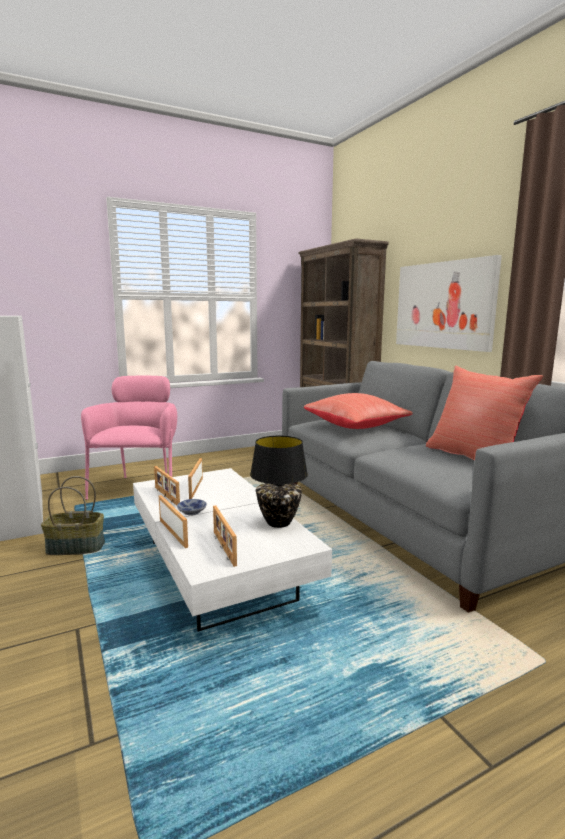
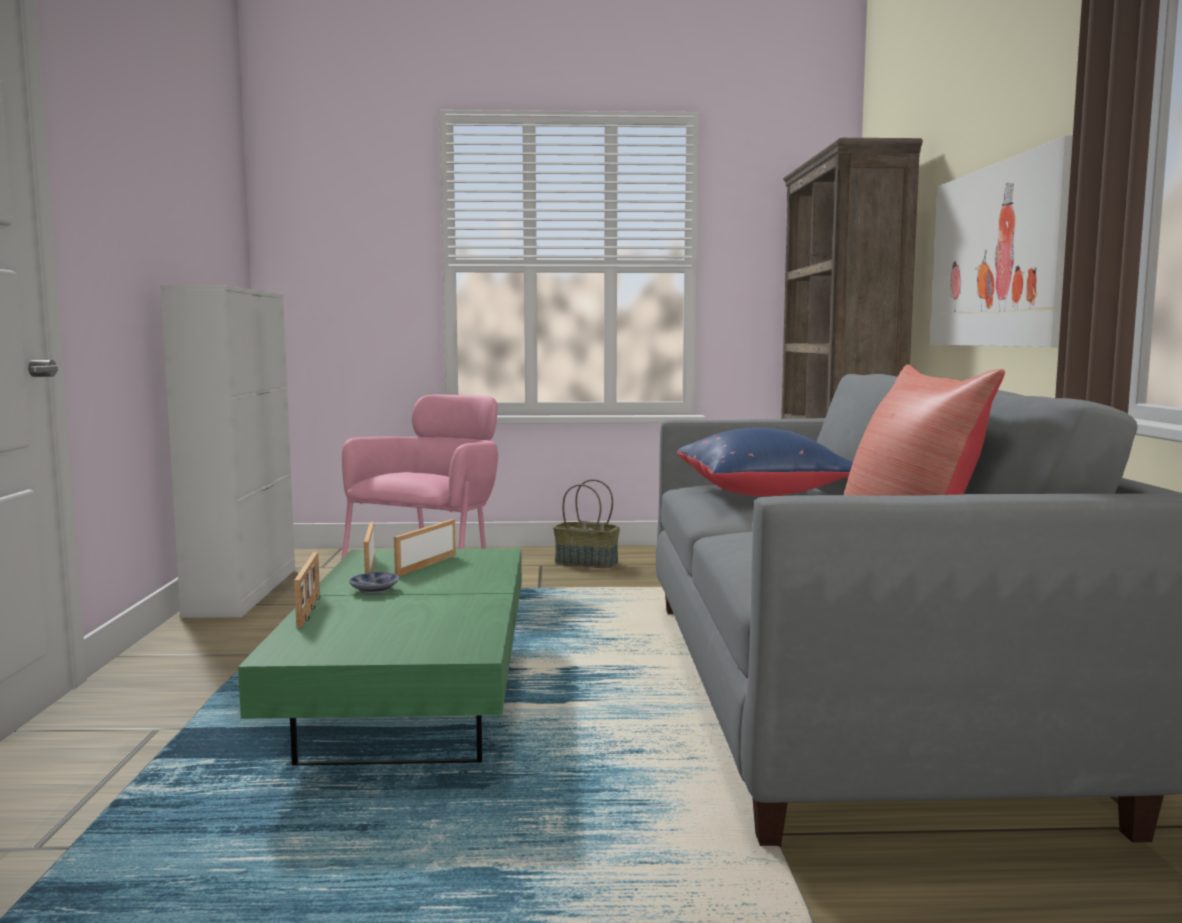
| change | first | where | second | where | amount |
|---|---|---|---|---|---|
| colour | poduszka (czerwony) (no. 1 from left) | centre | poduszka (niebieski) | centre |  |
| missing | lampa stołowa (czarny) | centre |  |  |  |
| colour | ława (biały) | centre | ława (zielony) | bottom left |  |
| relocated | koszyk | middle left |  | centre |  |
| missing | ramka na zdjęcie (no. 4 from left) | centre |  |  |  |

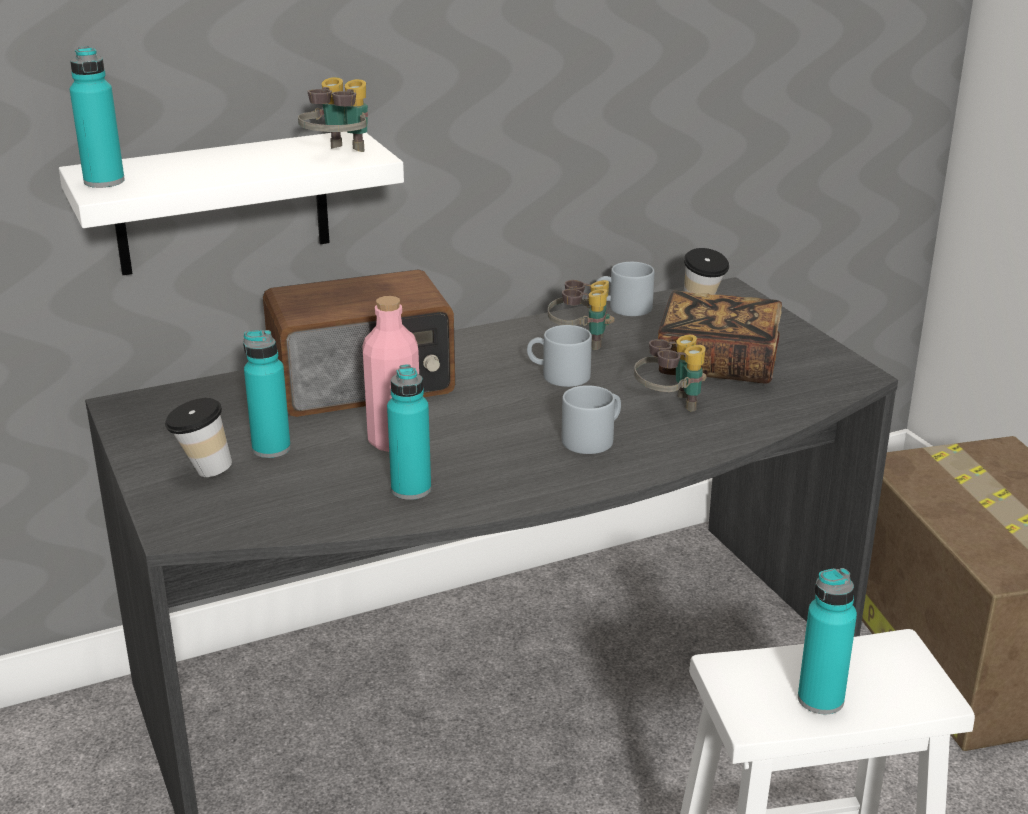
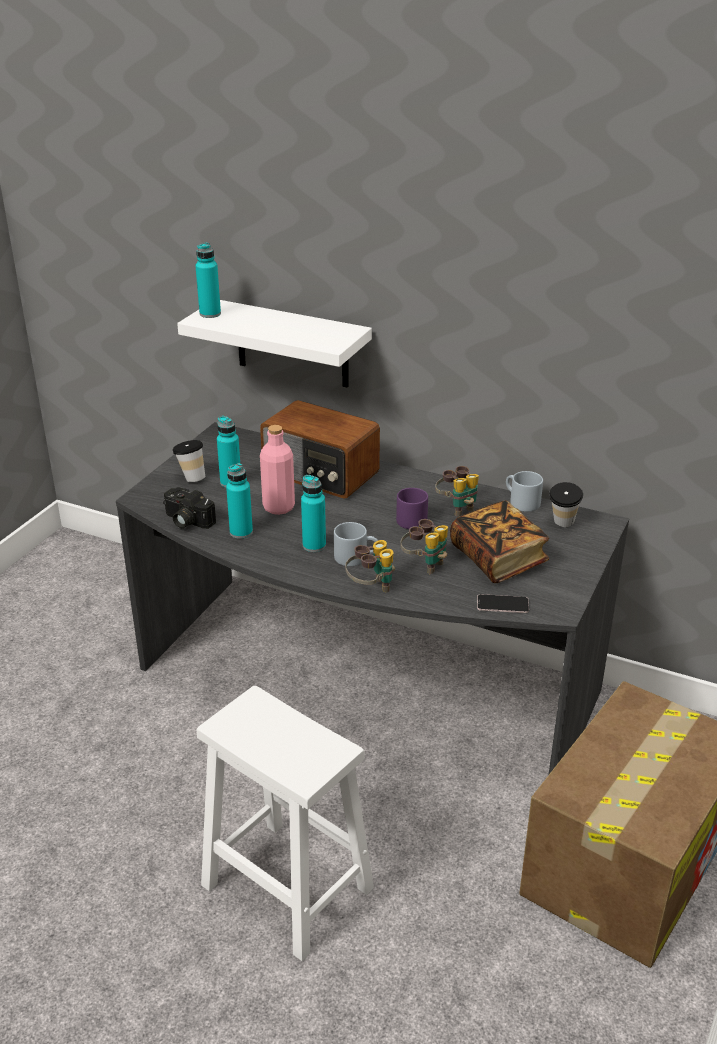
| change | first | where | second | where | amount |
|---|---|---|---|---|---|
| relocated | lornetka (no. 1 from left) | top left |  | centre |  |
| colour | kubek (szary) (no. 1 from left) | centre | kubek (fioletowy) | centre |  |
| relocated | butelka (turkusowy) (no. 4 from left) | bottom right |  | centre |  |
| appeared |  |  | aparat fotograficzny | middle left |  |
| appeared |  |  | telefon | middle right |  |

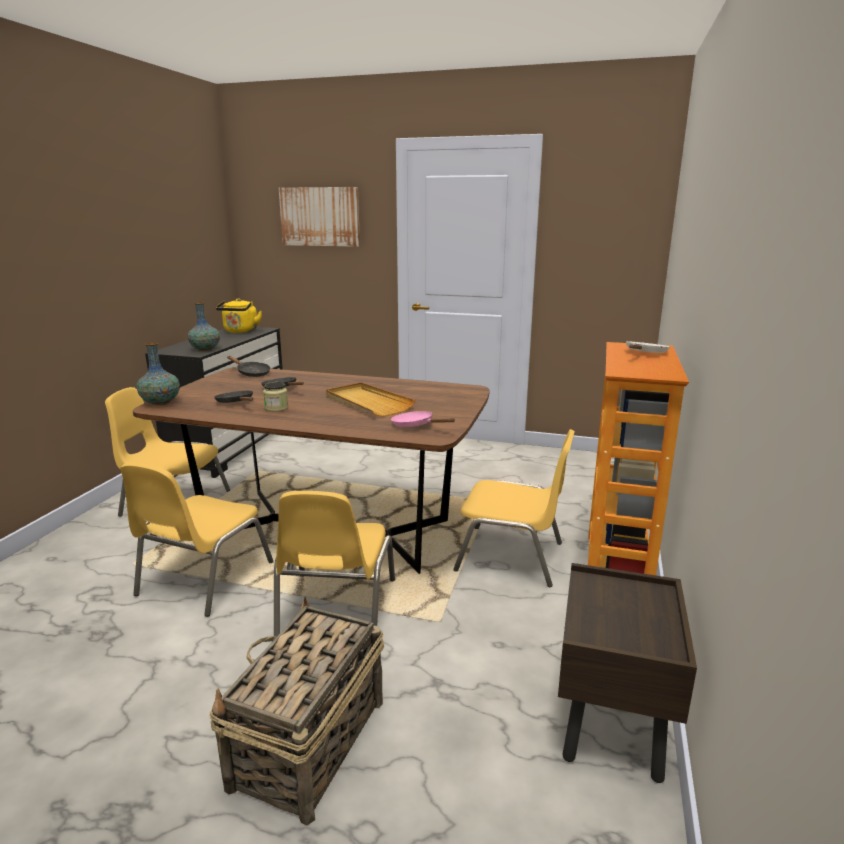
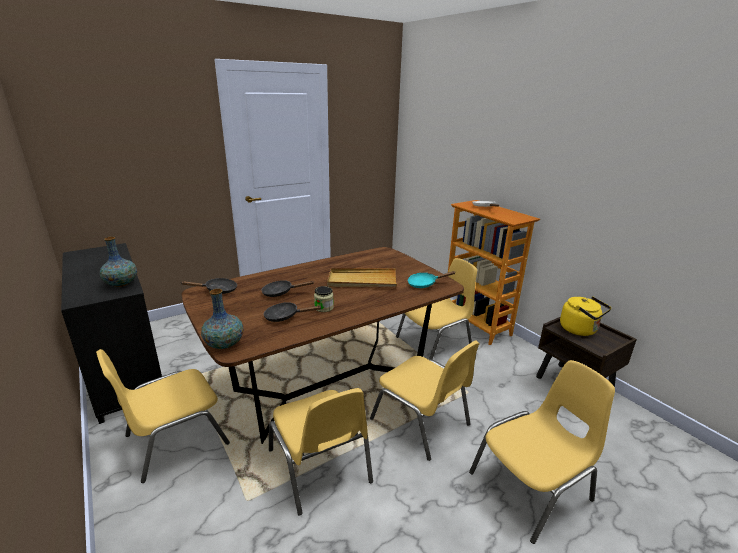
| change | first | where | second | where | amount |
|---|---|---|---|---|---|
| missing | obraz | top centre |  |  |  |
| relocated | czajnik (żółty) | middle left |  | middle right |  |
| colour | patelnia (różowy) | centre | patelnia (turkusowy) | centre |  |
| exchanged | koszyk | bottom centre | krzesło (żółty) (no. 5 from left) | bottom right |  |

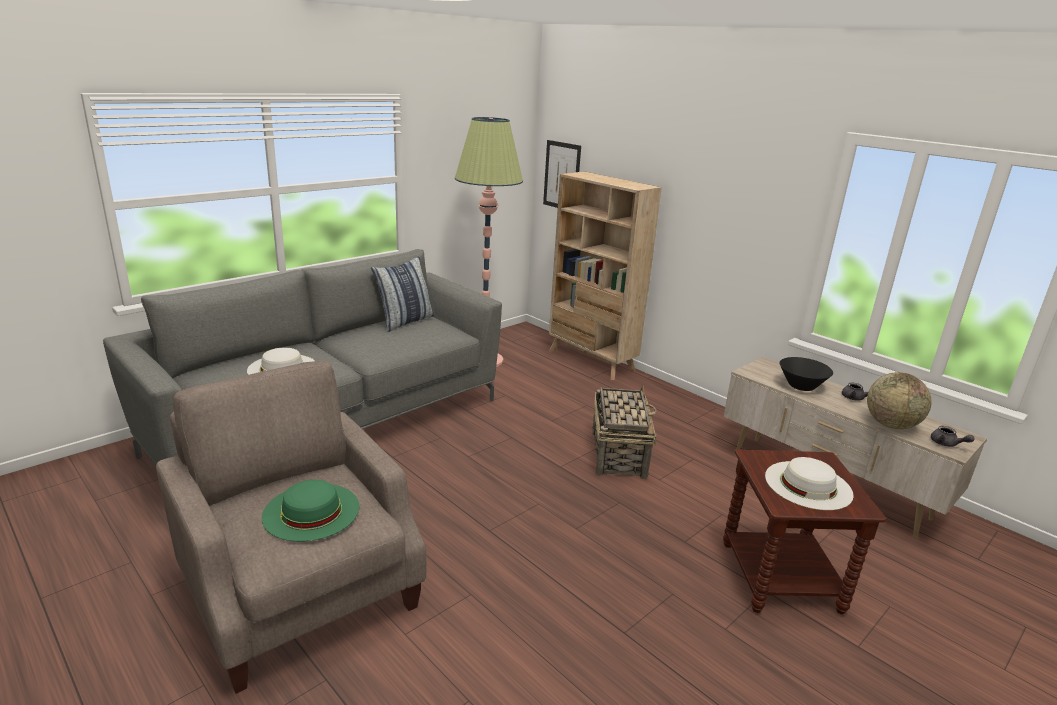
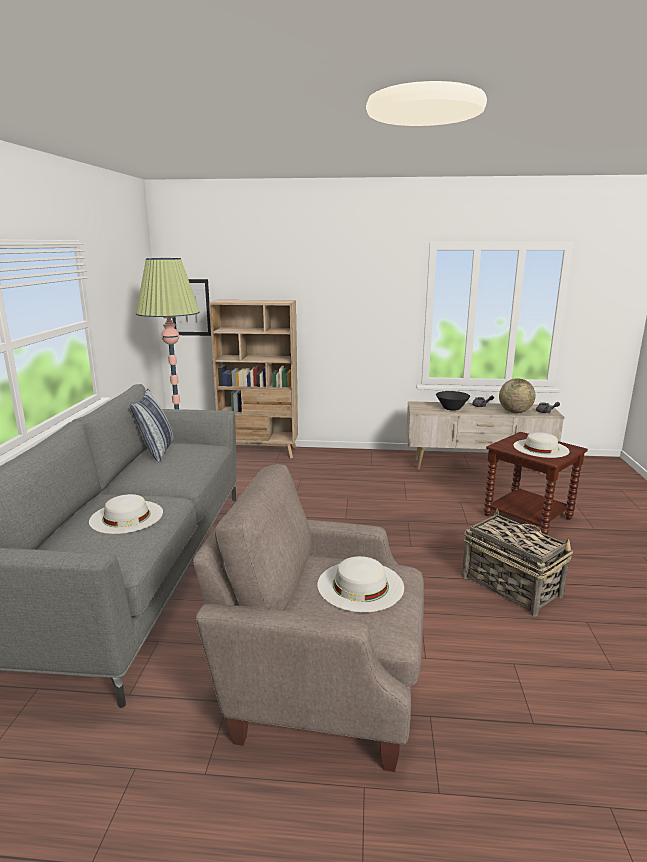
| change | first | where | second | where | amount |
|---|---|---|---|---|---|
| relocated | koszyk | centre |  | middle right |  |
| colour | kapelusz (zielony) | bottom left | kapelusz (biały) (no. 2 from left) | bottom centre |  |

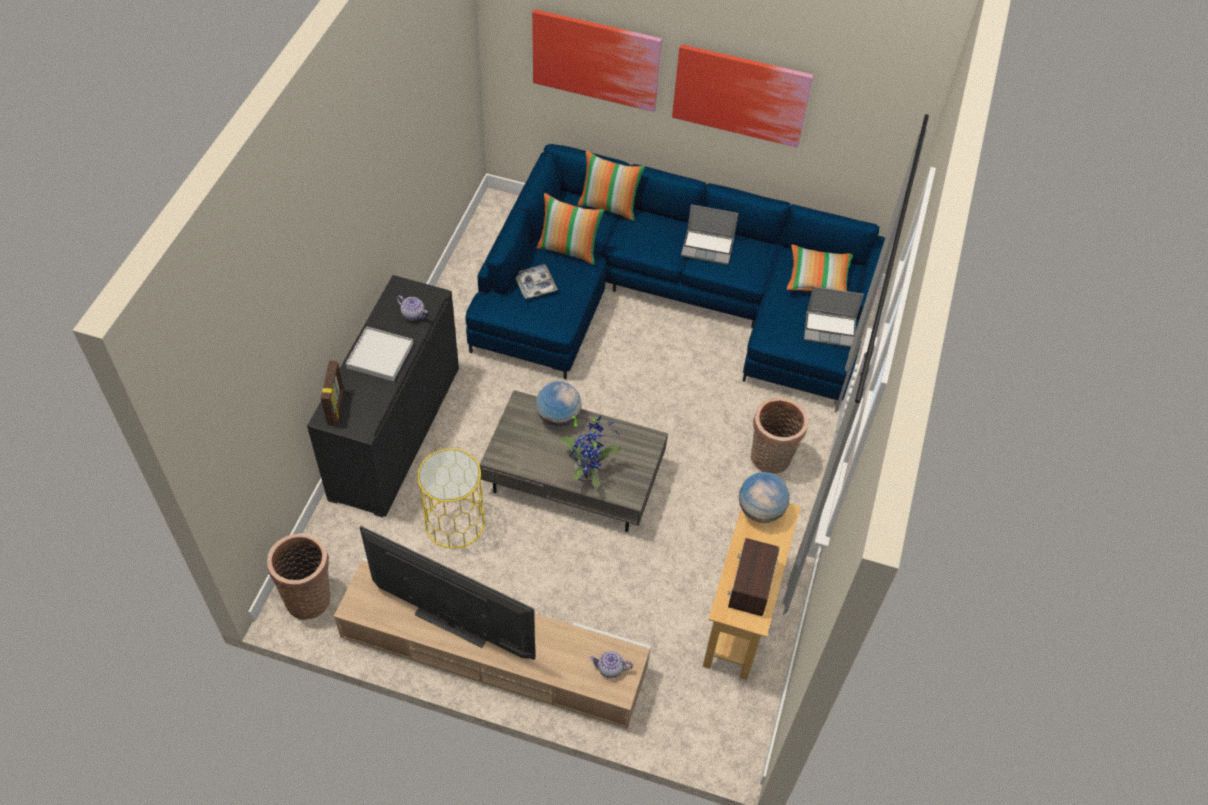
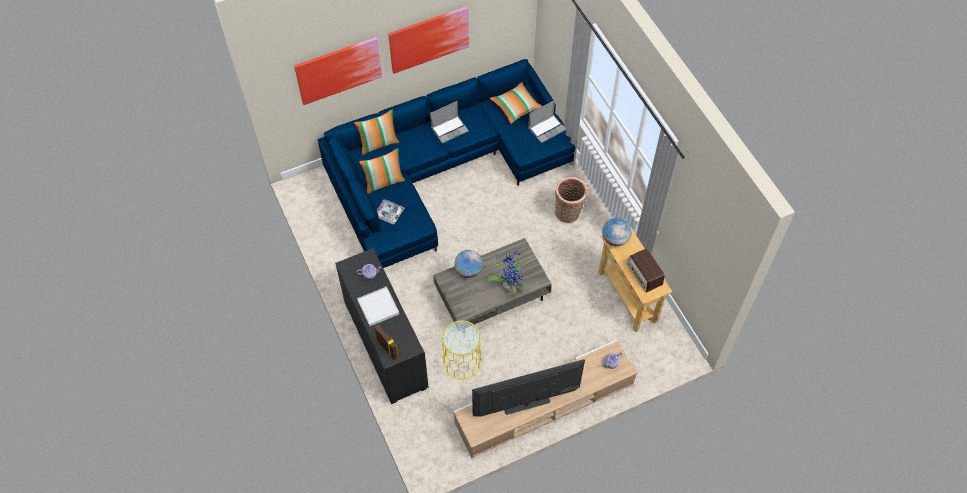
| change | first | where | second | where | amount |
|---|---|---|---|---|---|
| missing | koszyk (no. 1 from left) | bottom left |  |  |  |

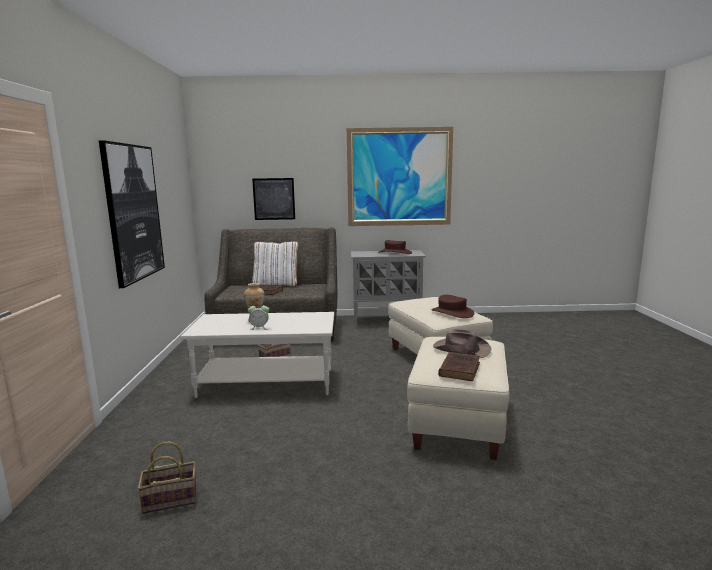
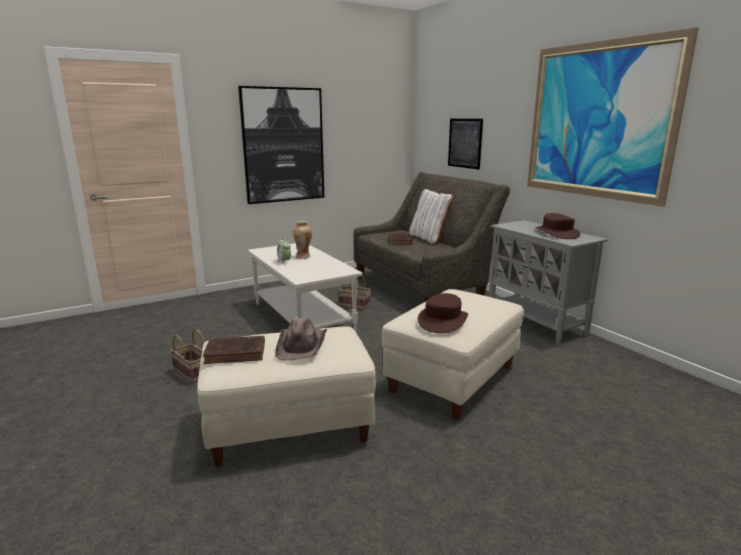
| change | first | where | second | where | amount |
|---|---|---|---|---|---|
| relocated | koszyk (no. 1 from left) | bottom left |  | middle left |  |

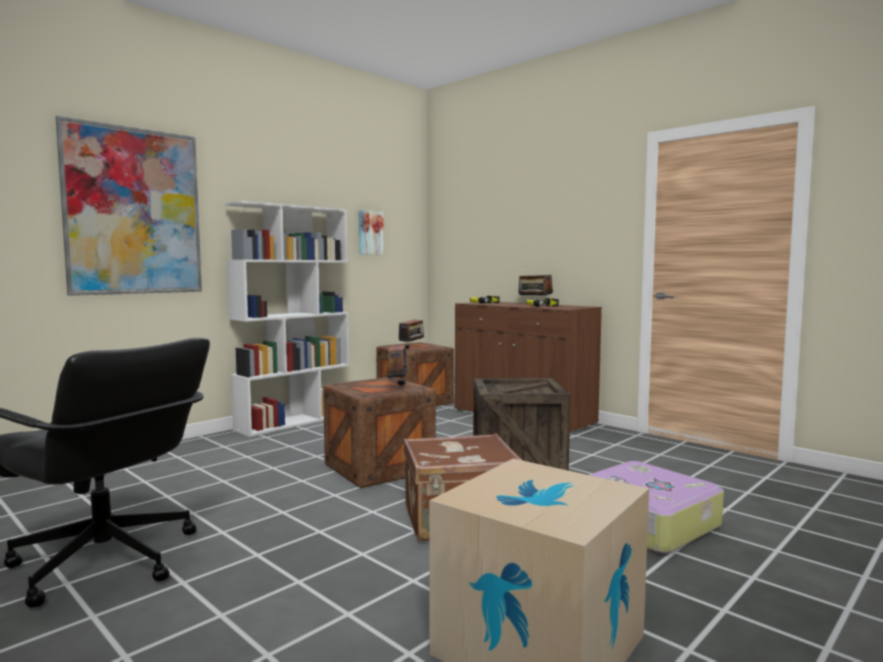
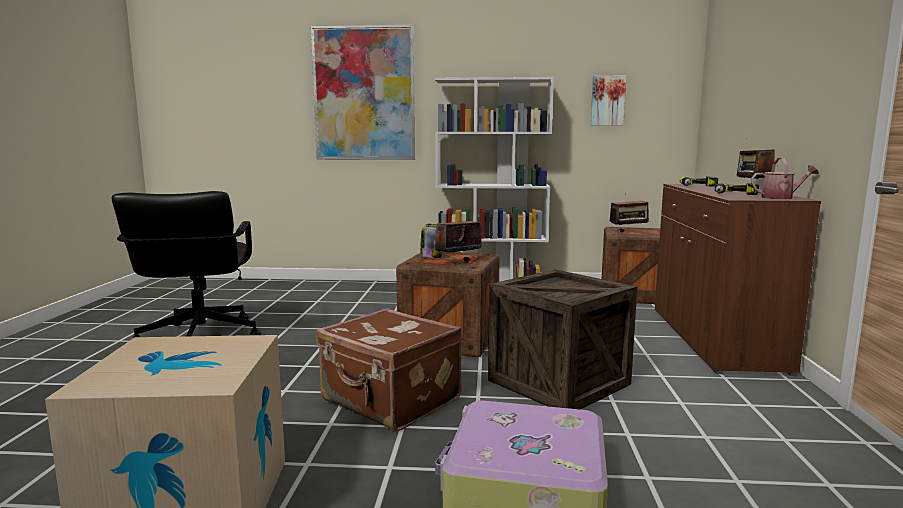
| change | first | where | second | where | amount |
|---|---|---|---|---|---|
| appeared |  |  | konewka | middle right |  |
| appeared |  |  | słoik | centre |  |

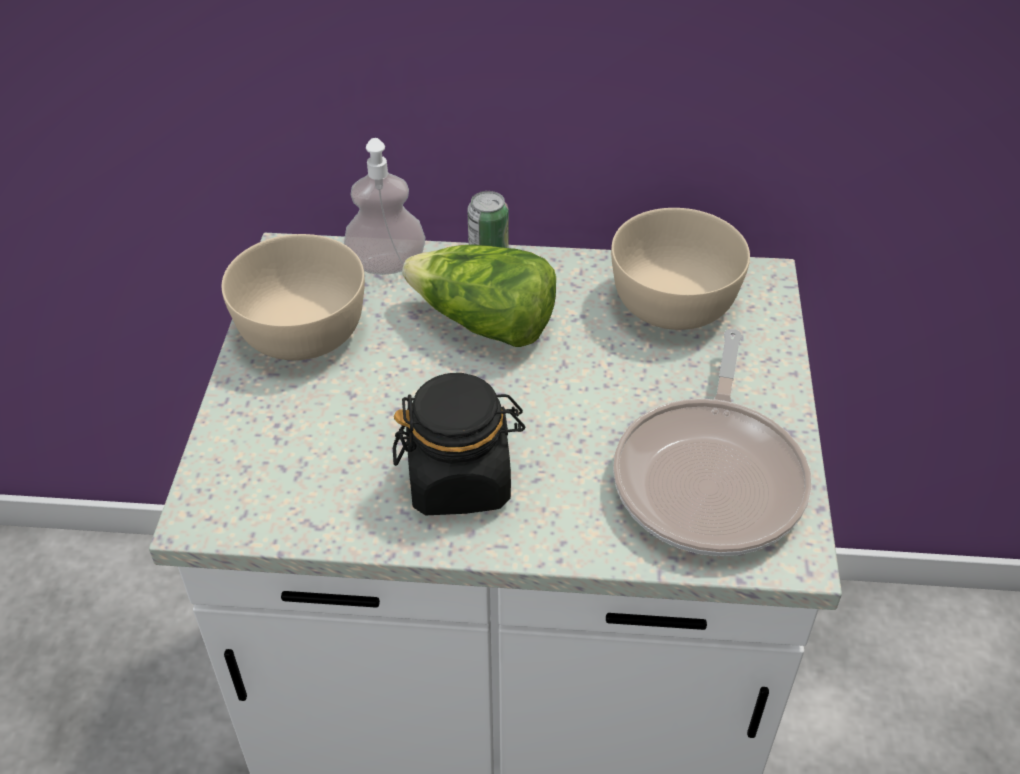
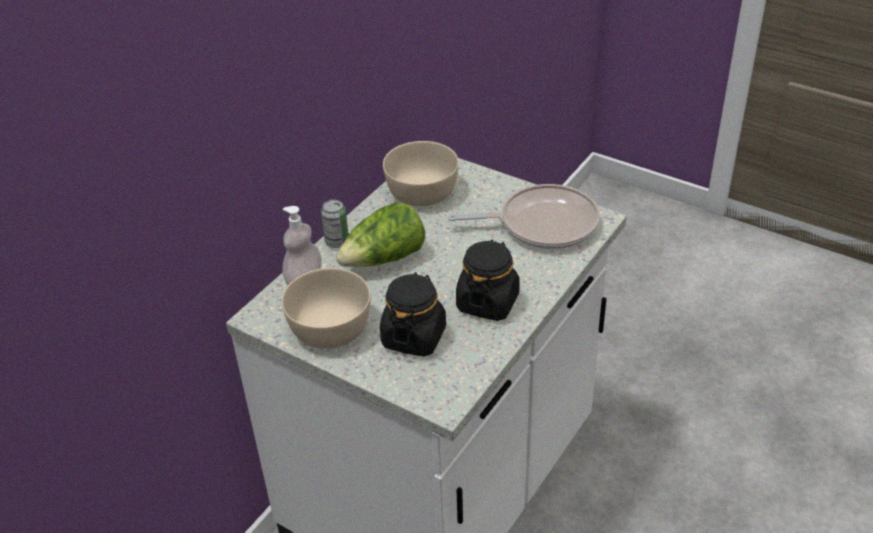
| change | first | where | second | where | amount |
|---|---|---|---|---|---|
| spun | patelnia | middle right |  | centre | 45 degrees counterclockwise |
| appeared |  |  | słoik (czarny) (no. 1 from left) | centre |  |

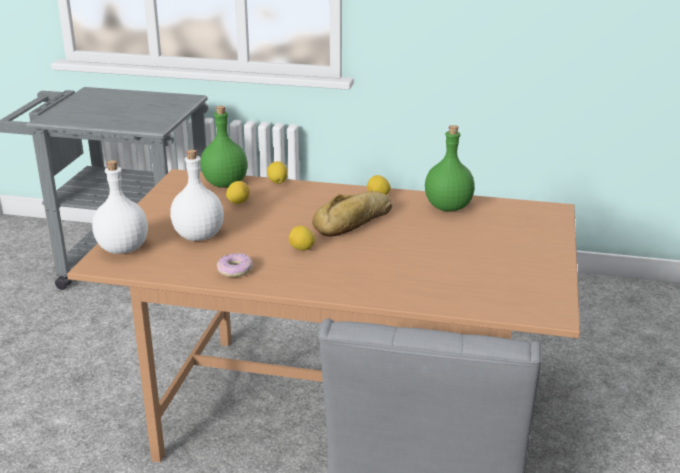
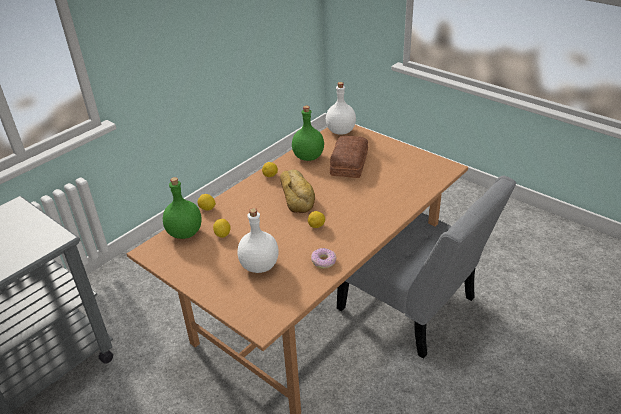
| change | first | where | second | where | amount |
|---|---|---|---|---|---|
| relocated | butelka (biały) (no. 1 from left in the first image) | middle left | butelka (biały) (no. 2 from left) | top centre |  |
| appeared |  |  | chleb (no. 2 from left) | centre |  |

